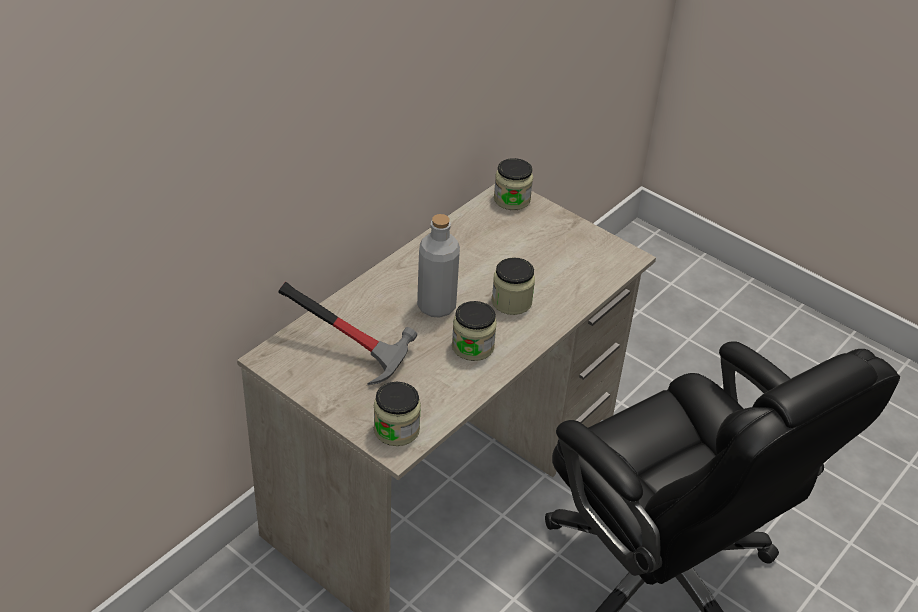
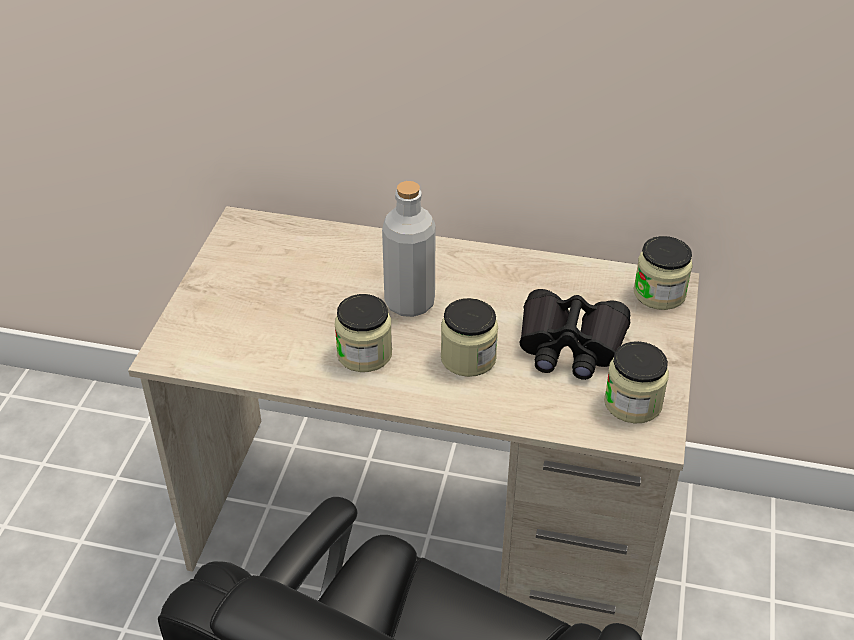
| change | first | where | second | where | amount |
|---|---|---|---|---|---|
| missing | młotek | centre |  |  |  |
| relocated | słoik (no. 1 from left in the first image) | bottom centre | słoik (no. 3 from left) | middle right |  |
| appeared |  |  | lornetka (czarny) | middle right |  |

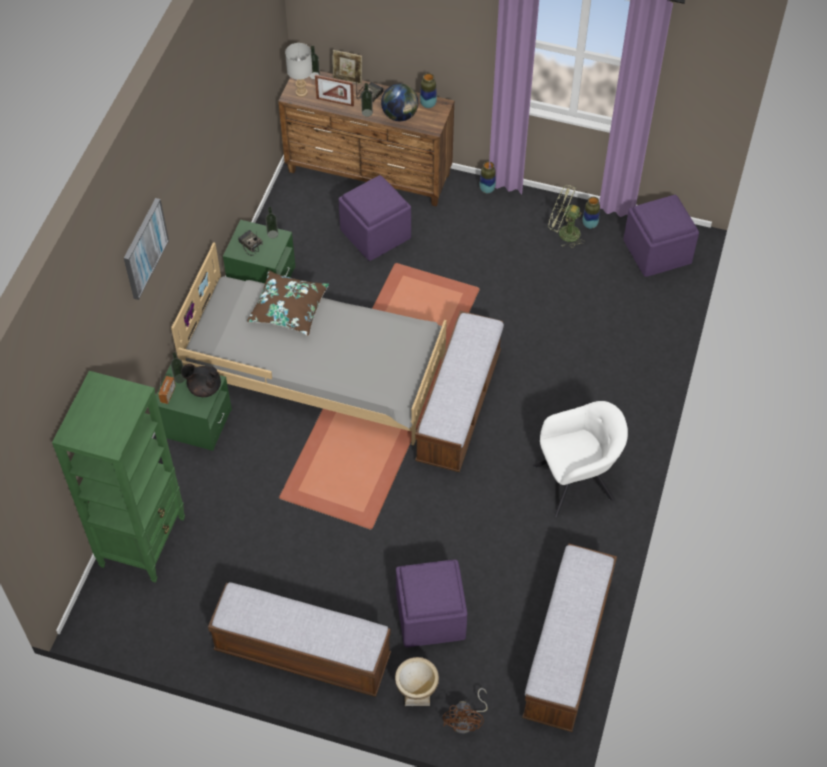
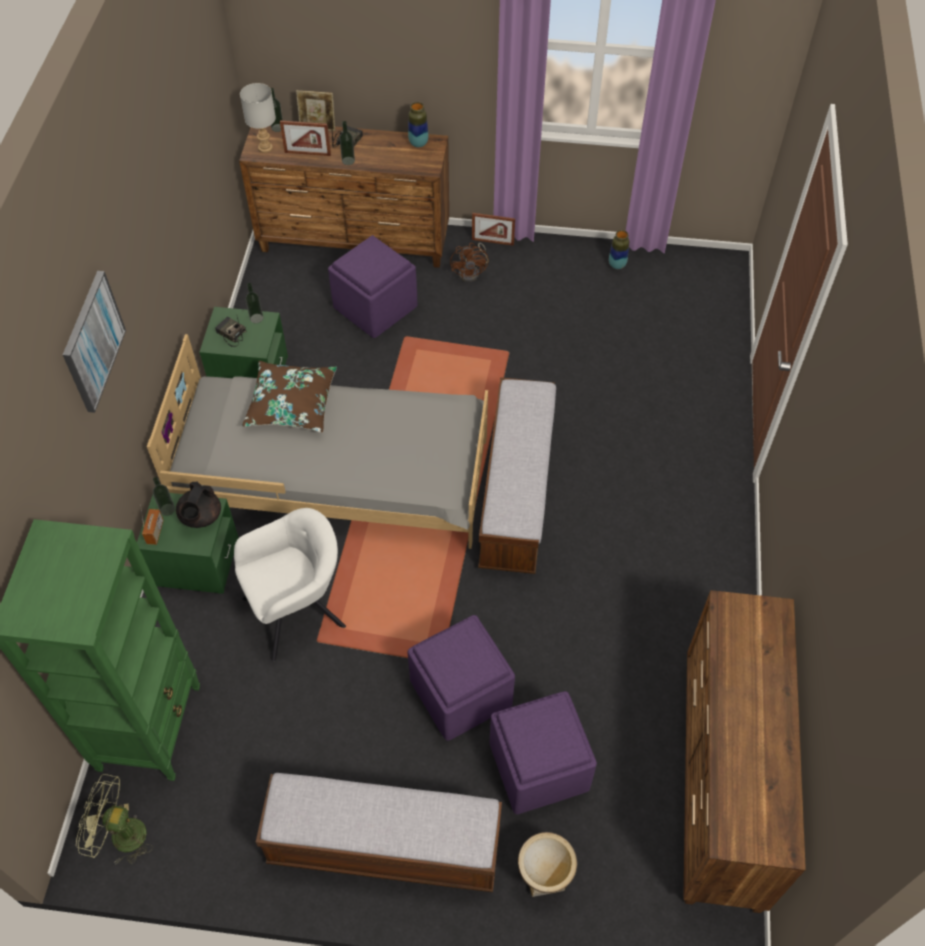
| change | first | where | second | where | amount |
|---|---|---|---|---|---|
| missing | globus | top centre |  |  |  |
| exchanged | wazon (no. 3 from left) | top centre | ramka na zdjęcie (no. 3 from left) | top centre |  |
| relocated | wentylator (zielony) | top right |  | bottom left |  |
| relocated | pufa (fioletowy) (no. 3 from left in the first image) | top right | pufa (fioletowy) (no. 2 from left) | bottom centre |  |
| spun | imbryk (czarny) | middle left |  | middle left | 75 degrees counterclockwise |
| relocated | fotel (biały) | middle right |  | middle left |  |
| exchanged | ławka (no. 3 from left) | bottom right | komoda (brązowy) (no. 2 from left) | bottom right |  |
| relocated | wentylator (brązowy) | bottom centre |  | top centre |  |

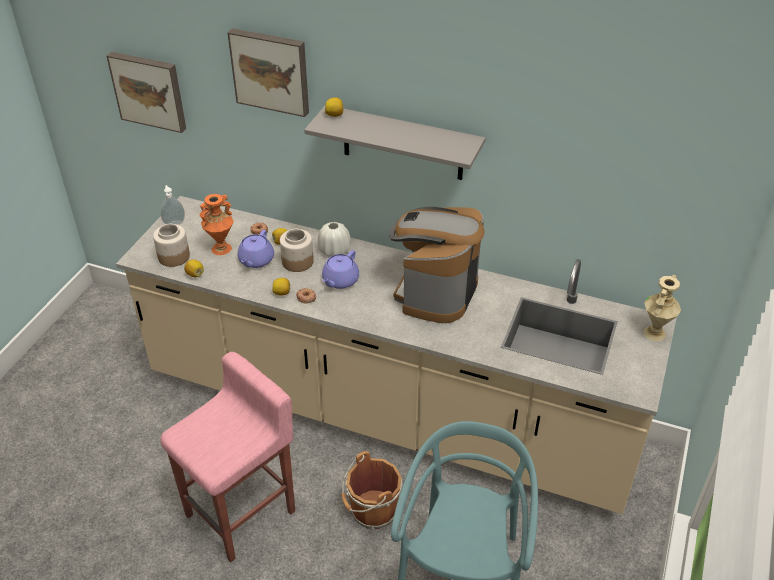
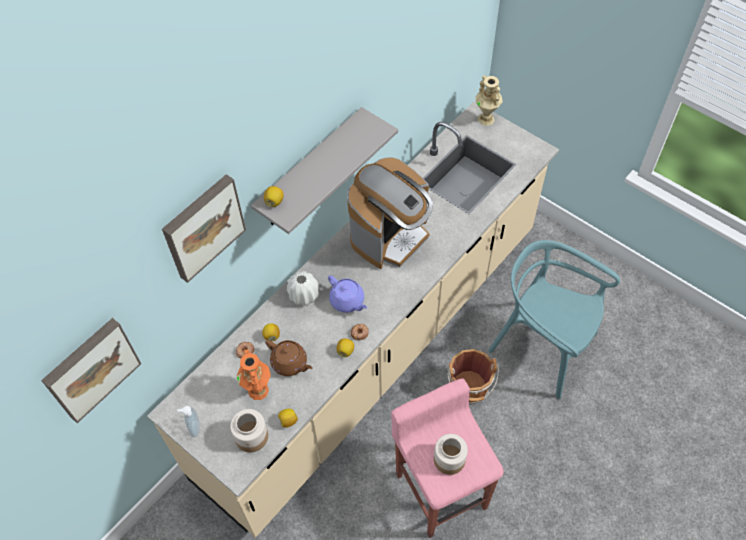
| change | first | where | second | where | amount |
|---|---|---|---|---|---|
| spun | ekspres do kawy | centre |  | centre | 90 degrees counterclockwise |
| relocated | słoik (no. 2 from left) | centre |  | bottom centre |  |
| colour | imbryk (fioletowy) (no. 1 from left) | middle left | imbryk (brązowy) | centre |  |

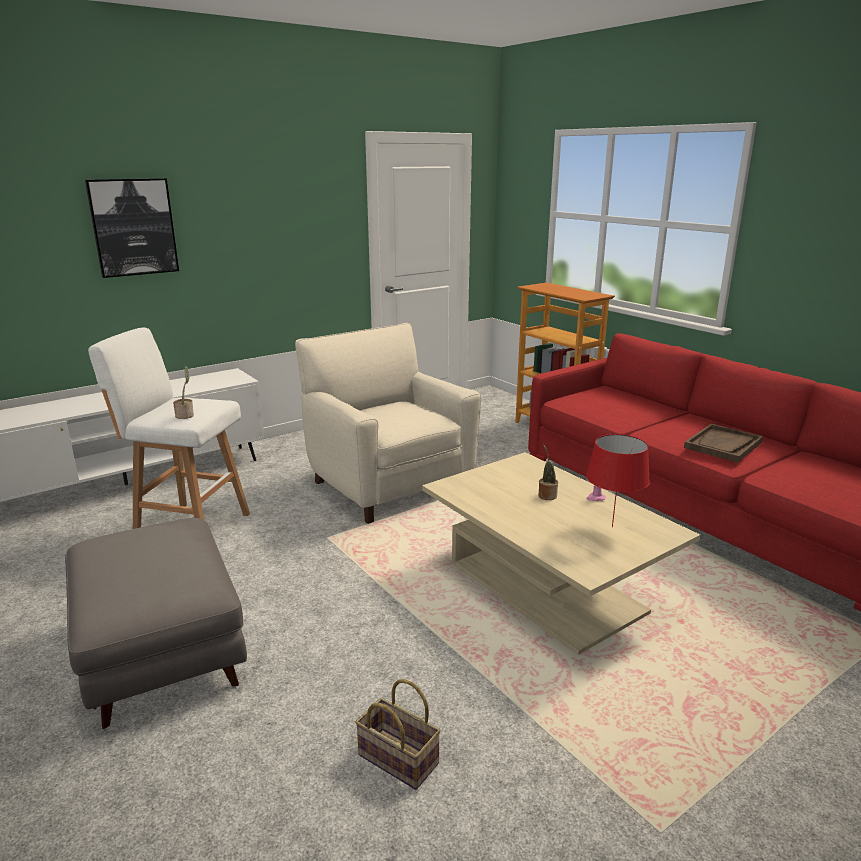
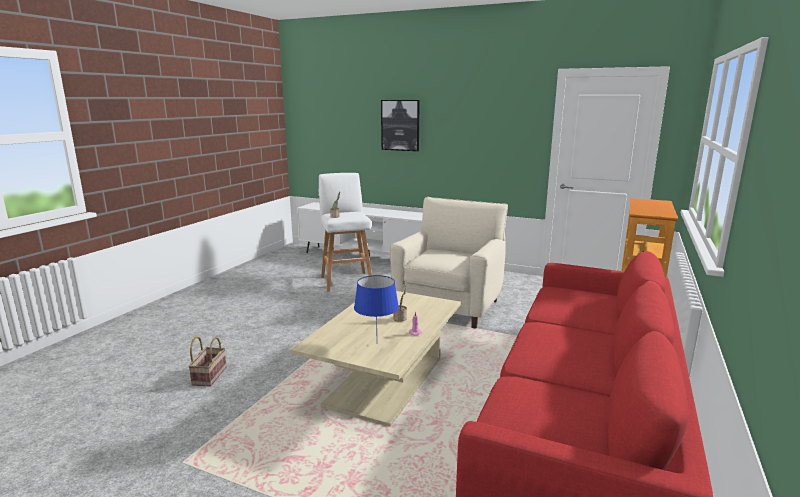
| change | first | where | second | where | amount |
|---|---|---|---|---|---|
| missing | taca (brązowy) | middle right |  |  |  |
| colour | lampa stołowa (czerwony) | middle right | lampa stołowa (niebieski) | centre |  |
| missing | pufa (szary) | bottom left |  |  |  |

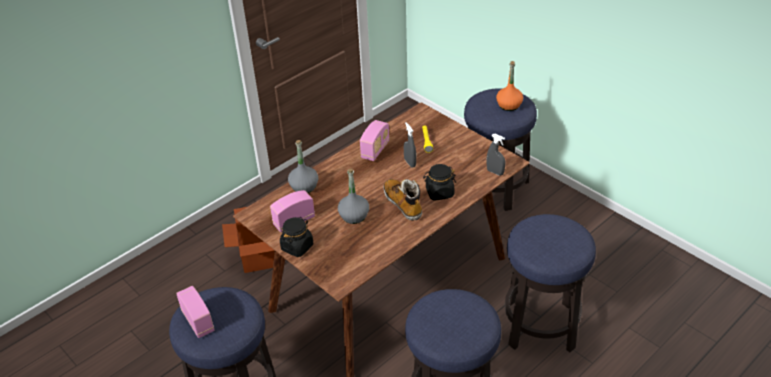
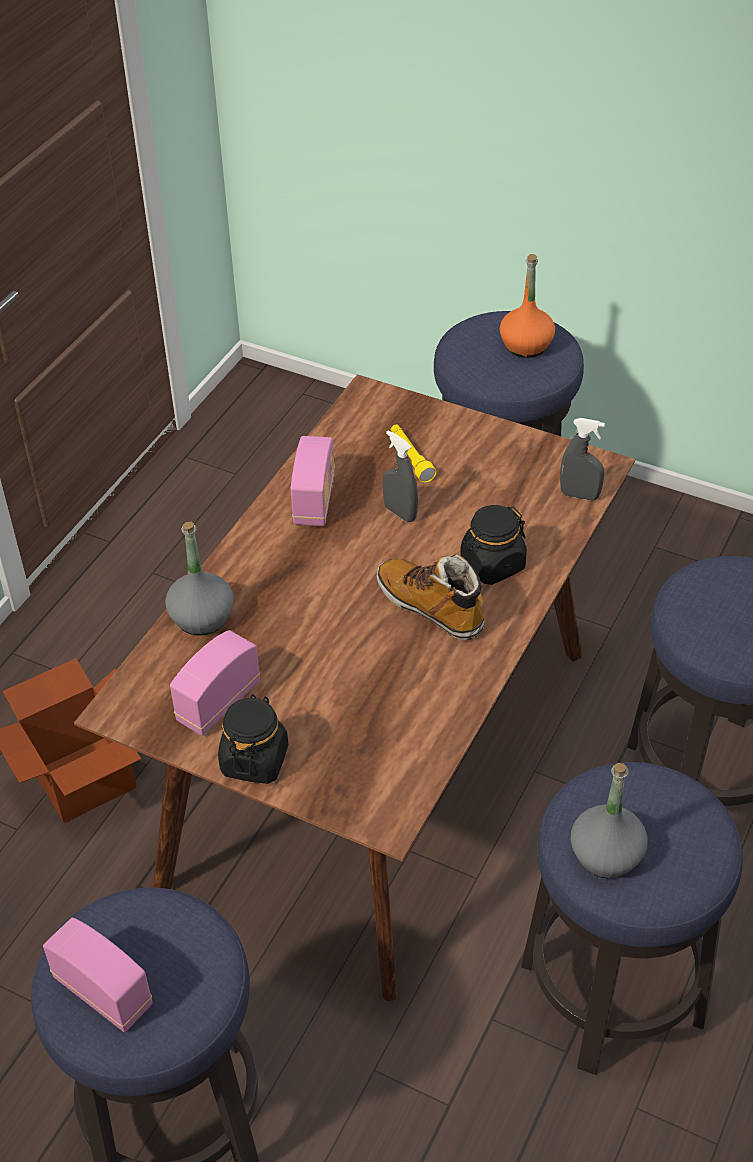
| change | first | where | second | where | amount |
|---|---|---|---|---|---|
| relocated | butelka (szary) (no. 2 from left) | centre |  | bottom right |  |

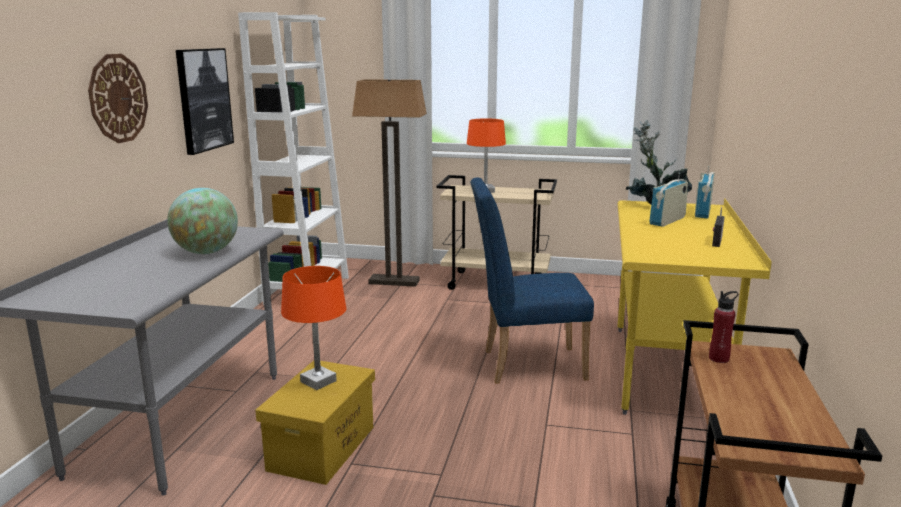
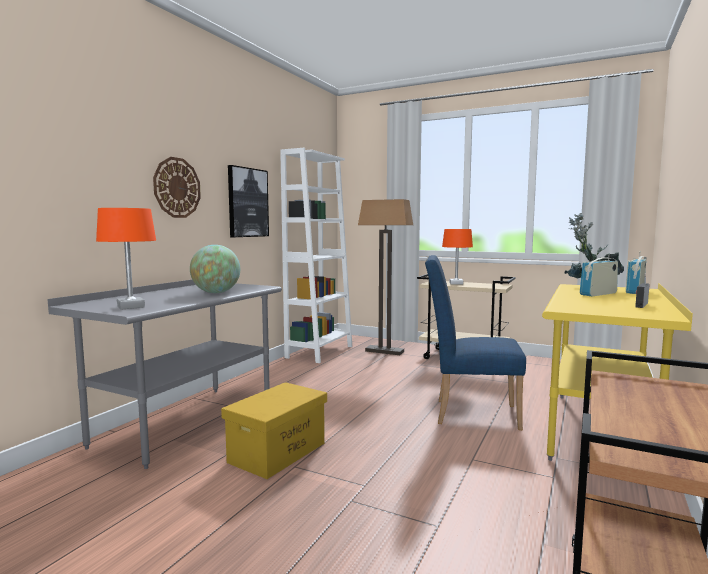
| change | first | where | second | where | amount |
|---|---|---|---|---|---|
| relocated | lampa stołowa (pomarańczowy) (no. 1 from left) | centre |  | middle left |  |
| missing | butelka (czerwony) | middle right |  |  |  |

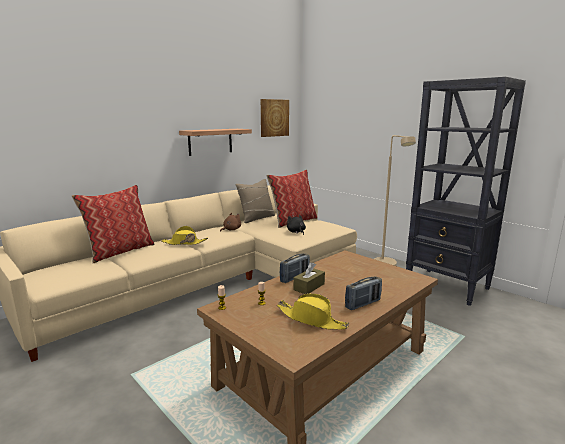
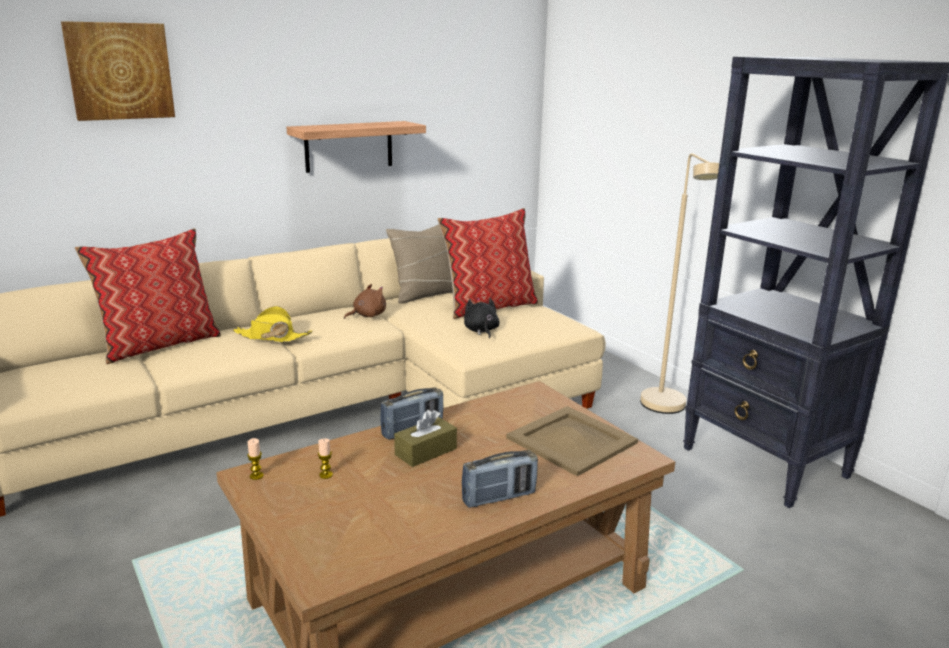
| change | first | where | second | where | amount |
|---|---|---|---|---|---|
| relocated | obraz | top centre |  | top left |  |
| missing | kapelusz (żółty) (no. 2 from left) | bottom centre |  |  |  |
| appeared |  |  | taca (beżowy) | bottom centre |  |

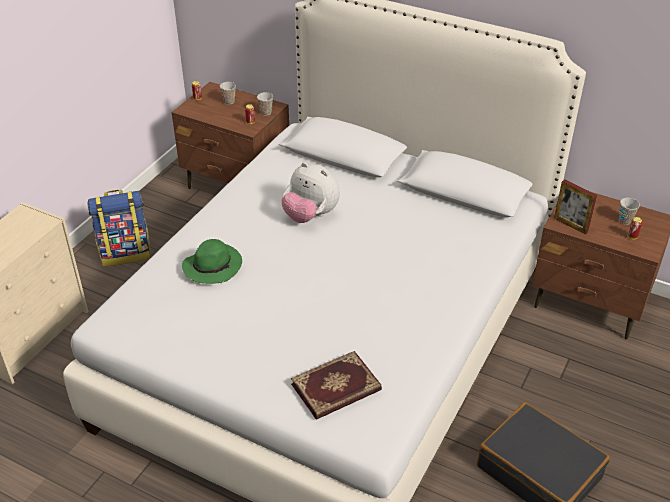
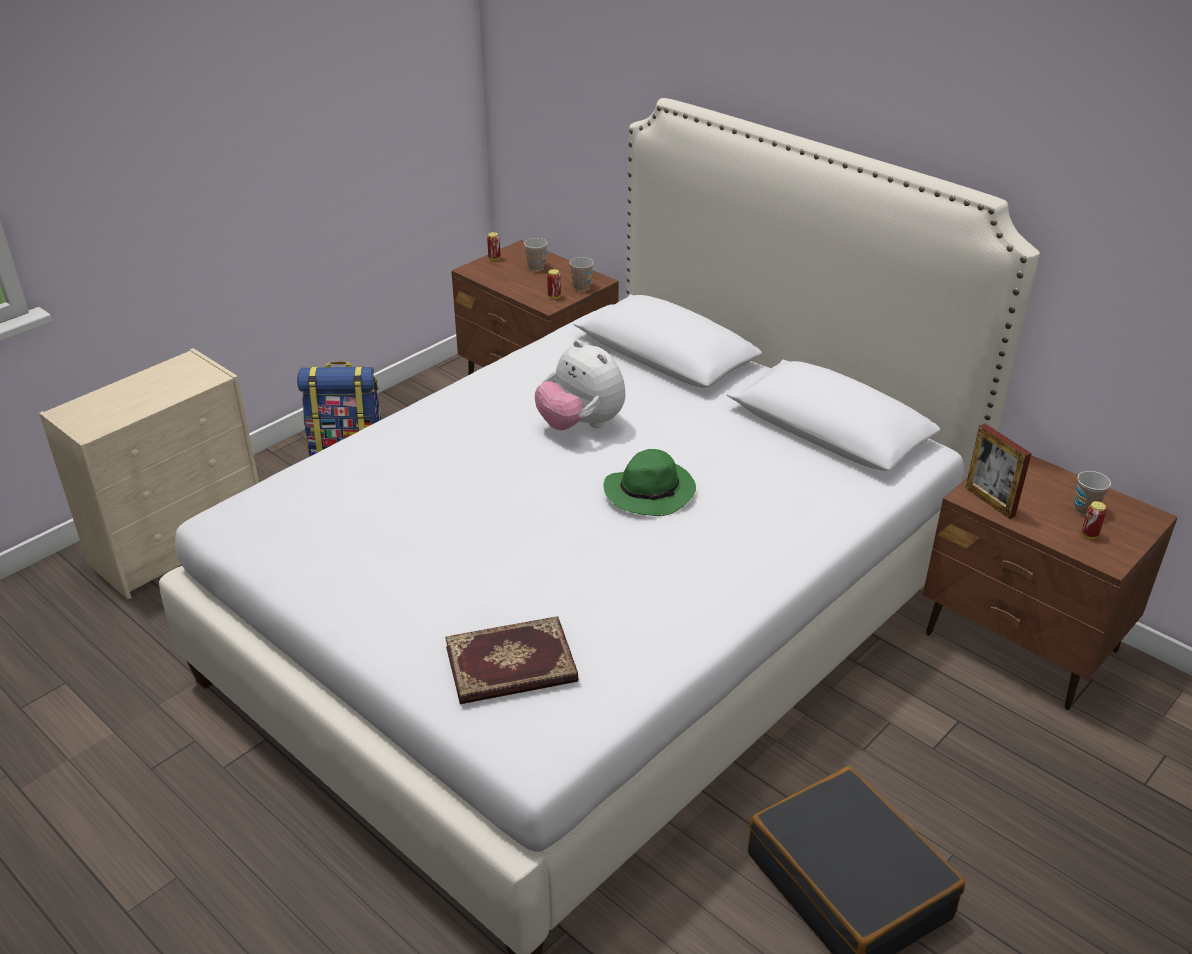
| change | first | where | second | where | amount |
|---|---|---|---|---|---|
| relocated | kapelusz (zielony) | middle left |  | centre |  |

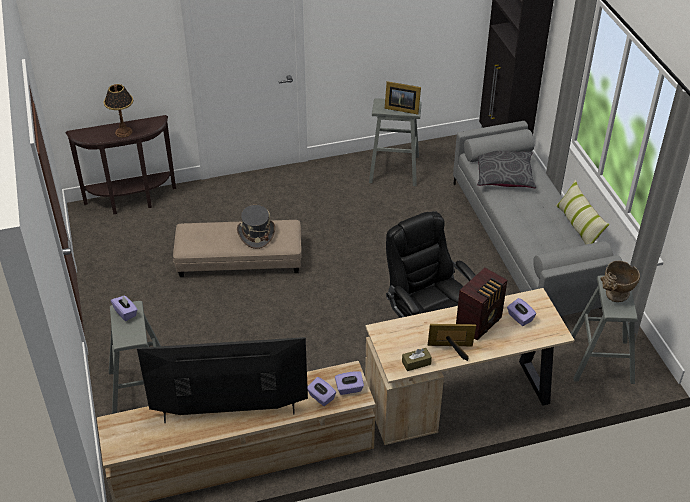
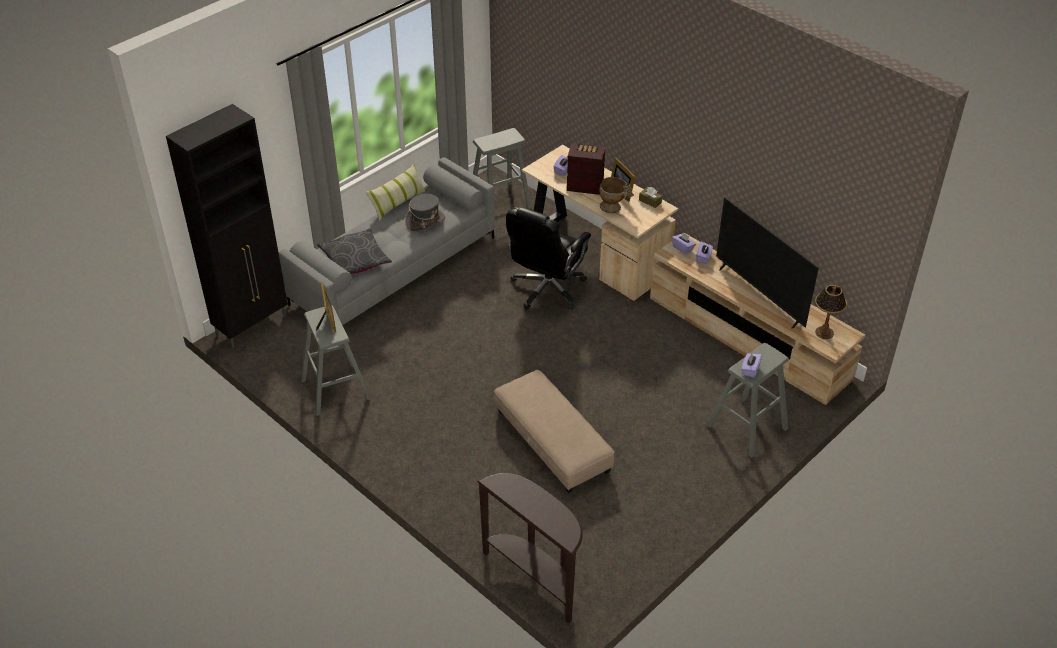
| change | first | where | second | where | amount |
|---|---|---|---|---|---|
| relocated | lampa stołowa | top left |  | middle right |  |
| relocated | kapelusz (szary) | centre |  | top centre |  |
| relocated | wazon (beżowy) | middle right |  | top centre |  |

